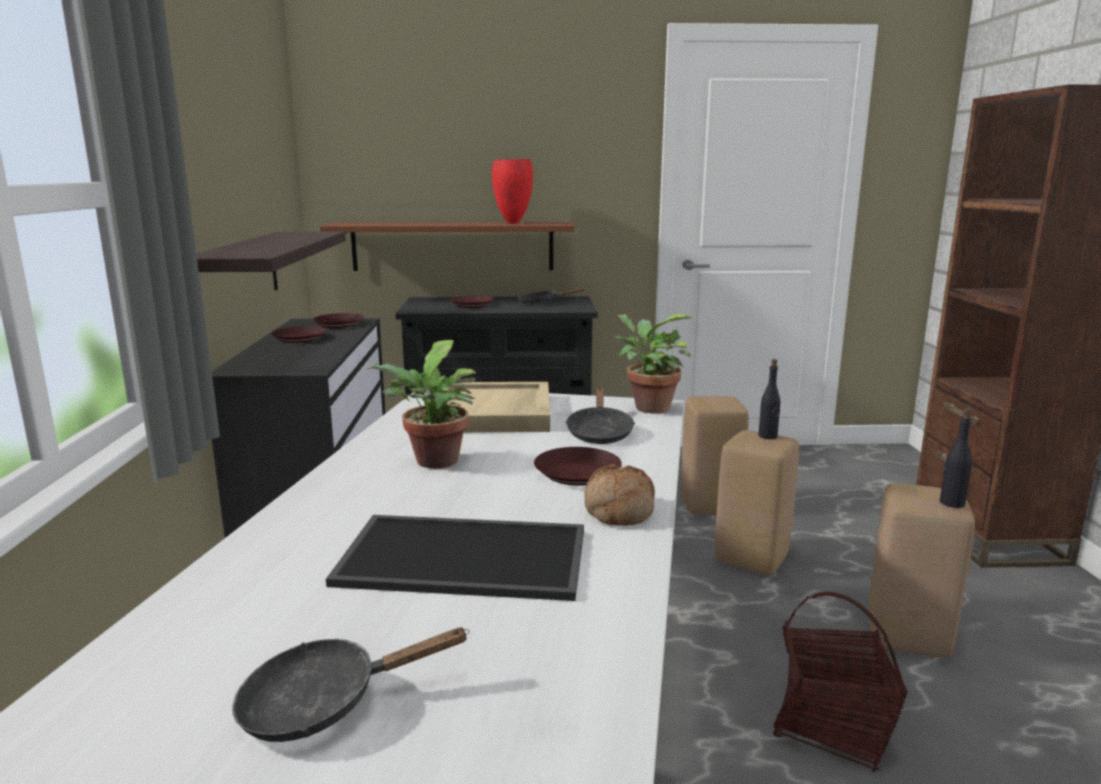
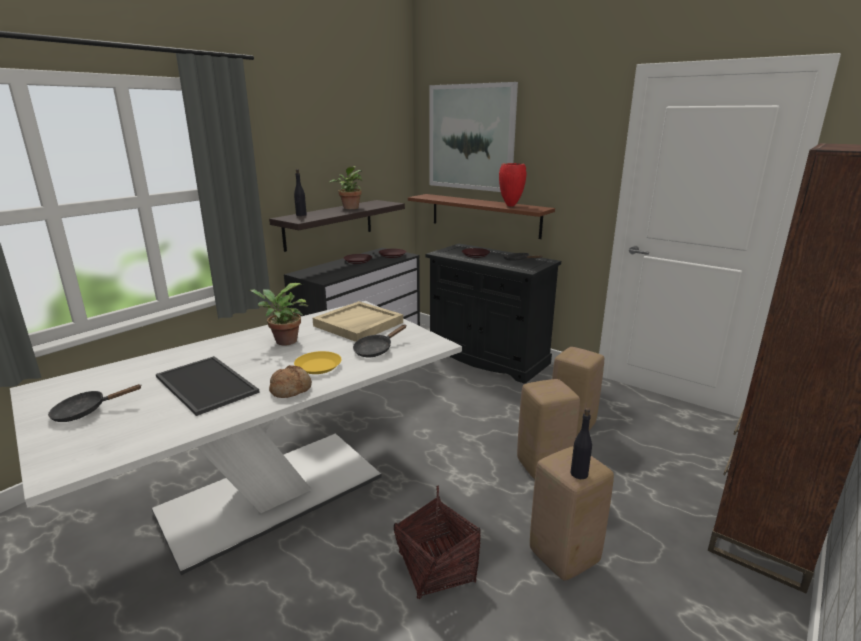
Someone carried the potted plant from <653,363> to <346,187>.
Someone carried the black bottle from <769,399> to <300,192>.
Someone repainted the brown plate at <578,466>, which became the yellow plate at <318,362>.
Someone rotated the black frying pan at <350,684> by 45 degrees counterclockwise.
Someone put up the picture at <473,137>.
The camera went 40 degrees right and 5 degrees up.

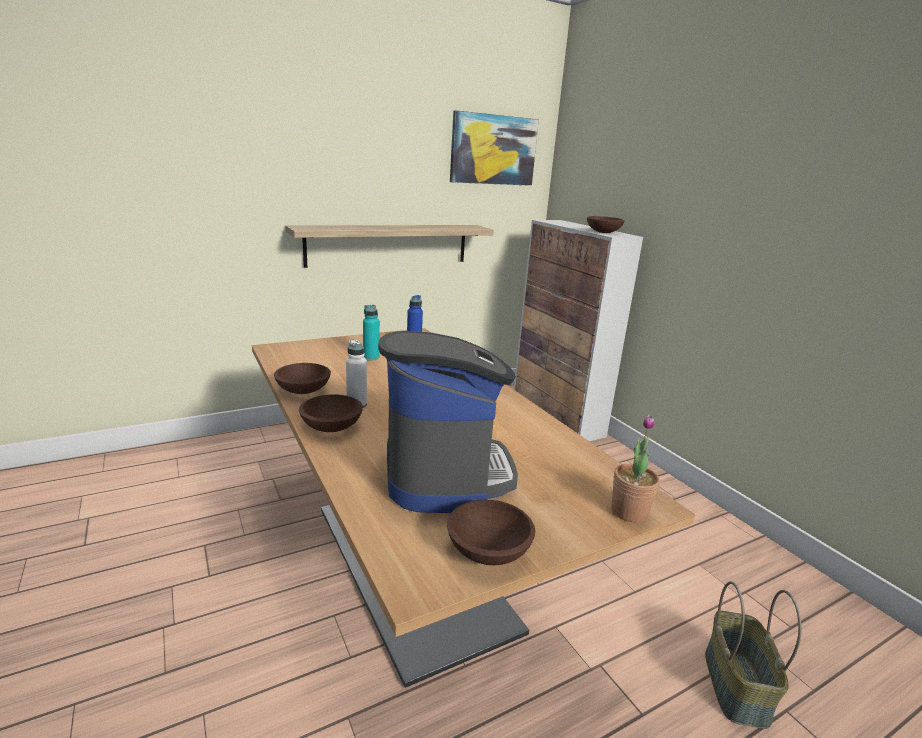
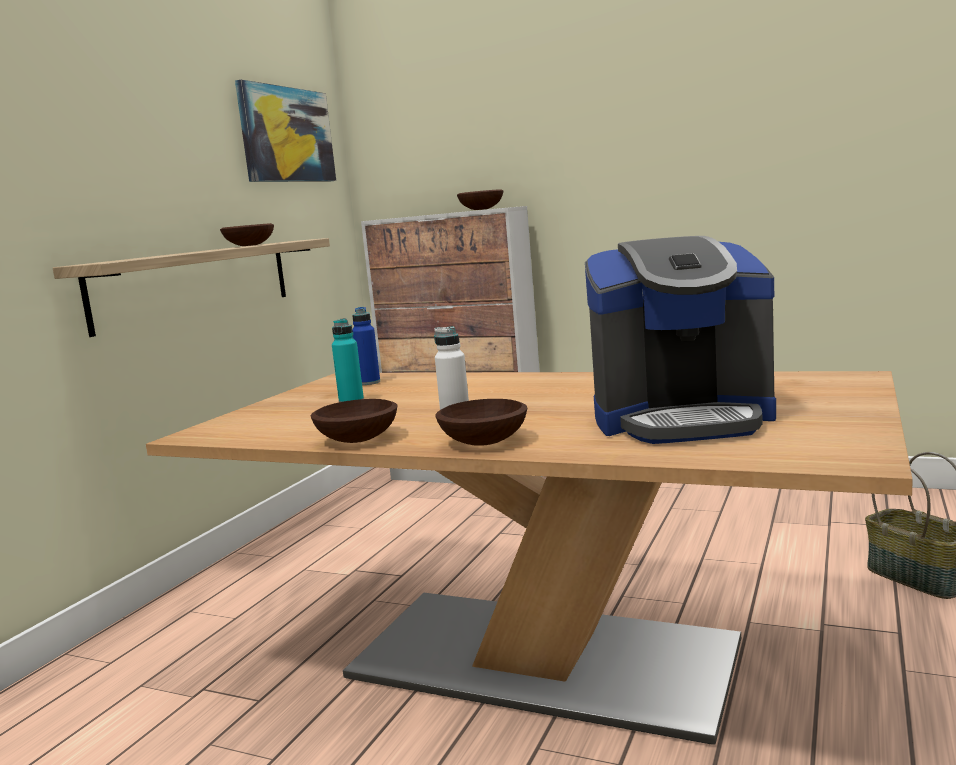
Someone rotated the coffee machine at <448,422> by 135 degrees clockwise.
Someone took away the potted plant at <635,468>.
Someone carried the brown bowl from <491,532> to <247,234>.
The camera went 35 degrees left and 10 degrees down.

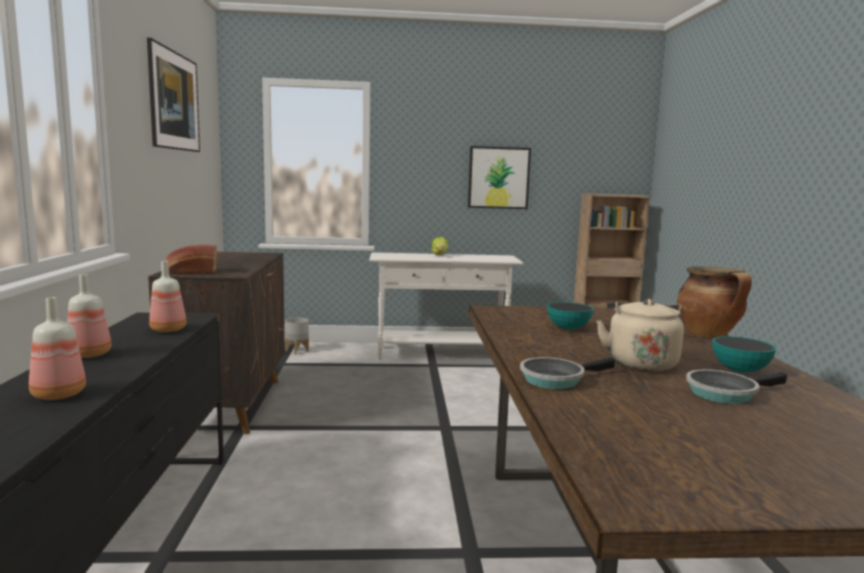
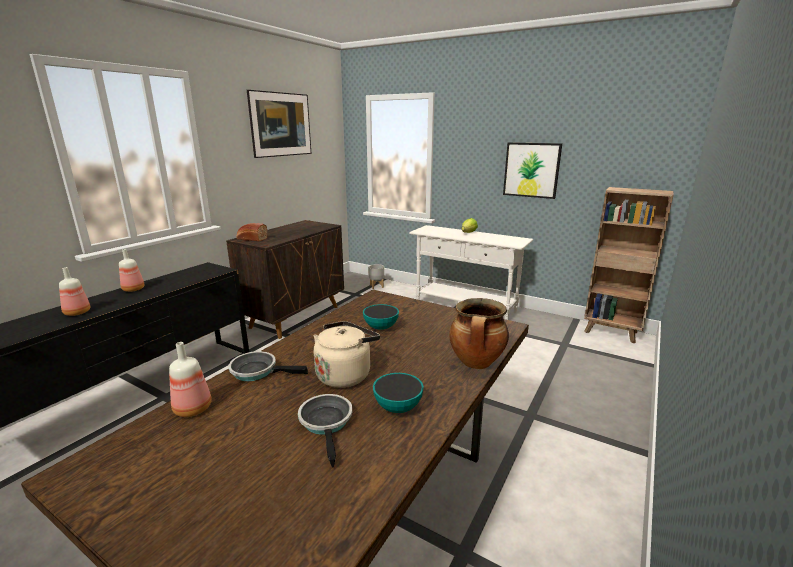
Someone carried the bottle from <167,296> to <190,379>.
Someone rotated the frying pan at <736,386> by 60 degrees clockwise.
The camera went 35 degrees right and 10 degrees up.

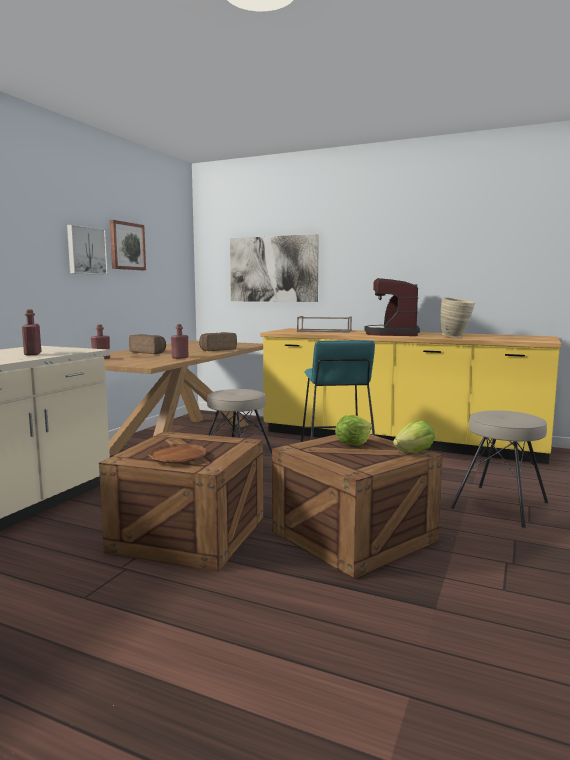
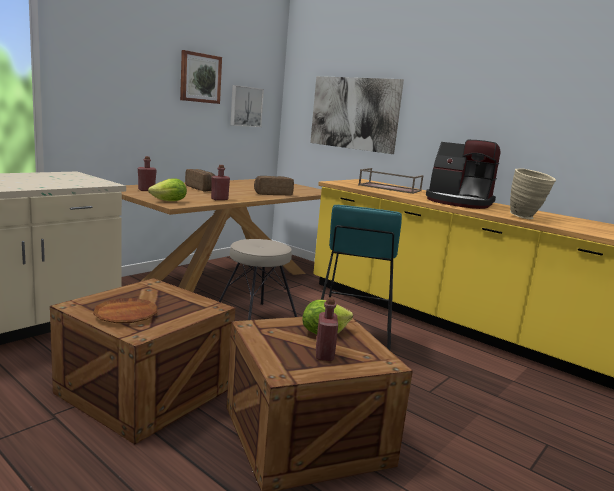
Someone carried the picture from <87,250> to <247,106>.
Someone rotated the coffee machine at <392,307> by 90 degrees counterclockwise.
Someone carried the red bottle from <31,332> to <327,329>.
Someone took away the beige stool at <499,469>.
Someone carried the lettuce from <414,436> to <167,189>.
The camera went 15 degrees right and 5 degrees up.

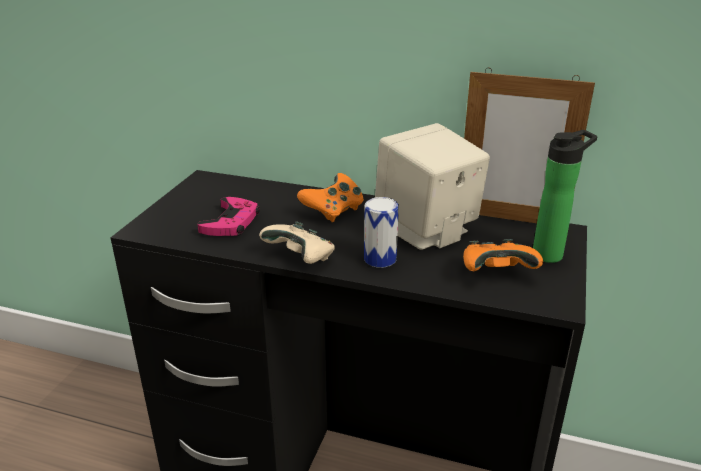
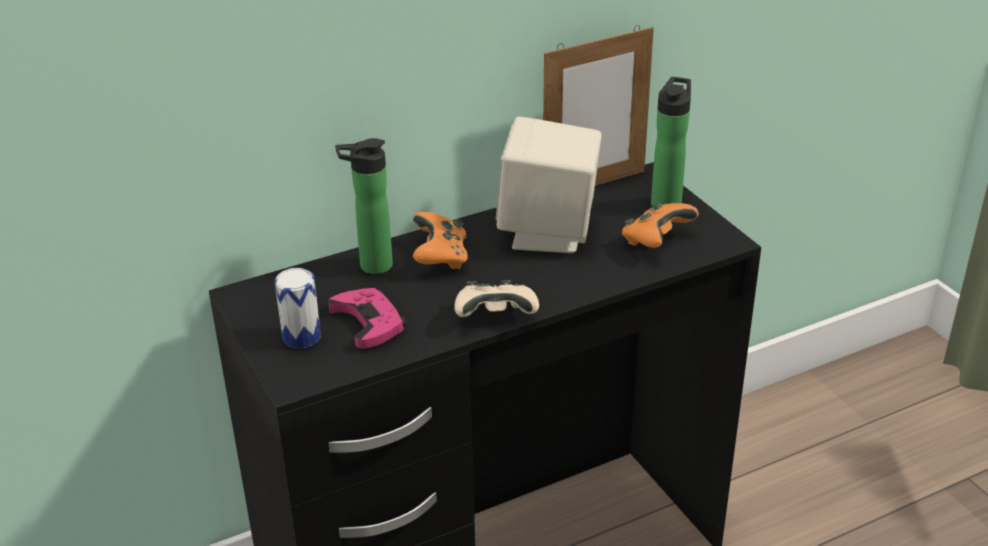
Someone carried the can from <381,232> to <298,308>.
Someone put down the bottle at <364,206>.
The camera went 45 degrees left and 5 degrees up.

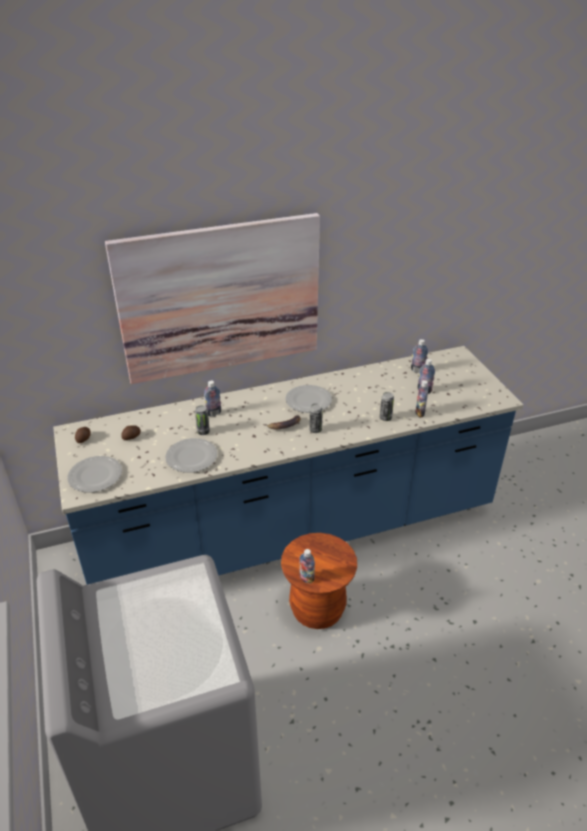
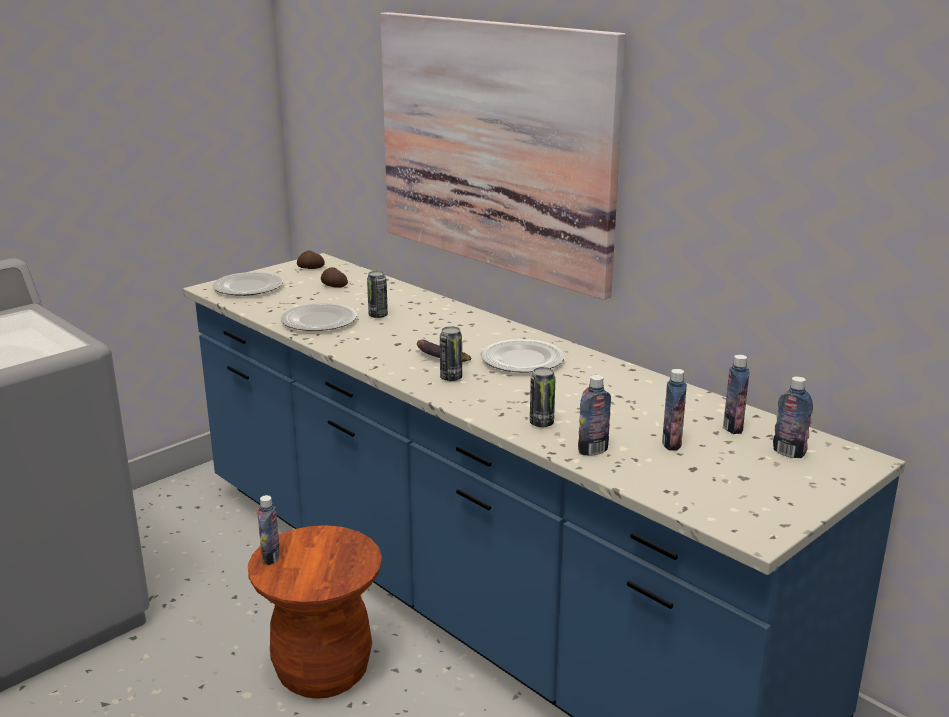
Someone carried the bottle from <212,398> to <793,417>.
The camera went 65 degrees right and 15 degrees down.

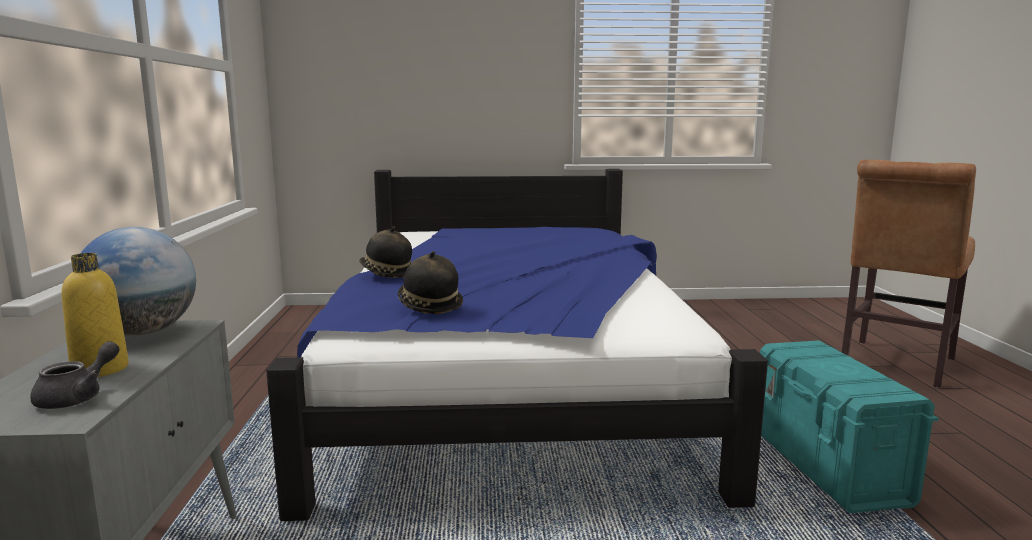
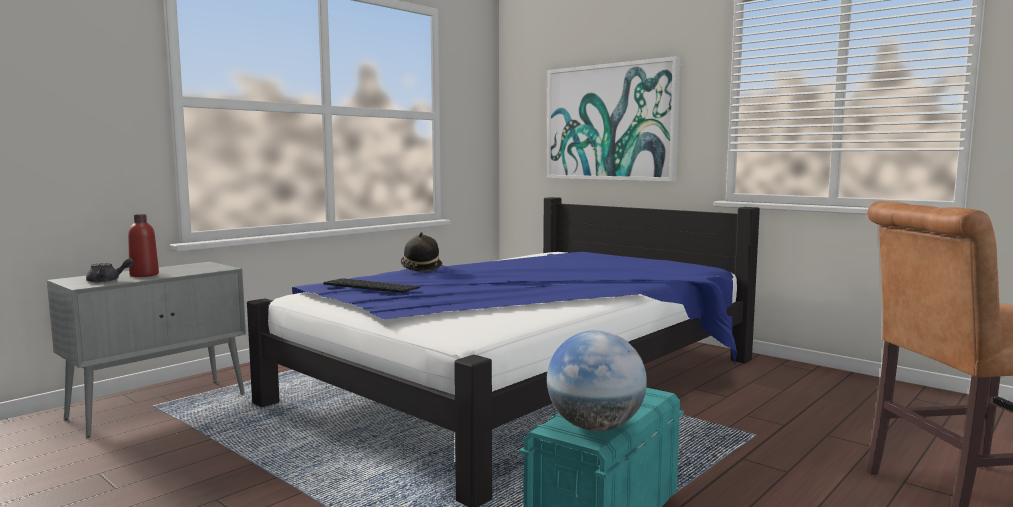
Someone carried the globe from <138,281> to <597,380>.
Someone swapped the hat at <430,282> for the keyboard at <372,285>.
Someone repainted the yellow bottle at <95,315>, which became the red bottle at <143,245>.
Someone put up the picture at <613,118>.
The camera went 45 degrees right and 5 degrees down.

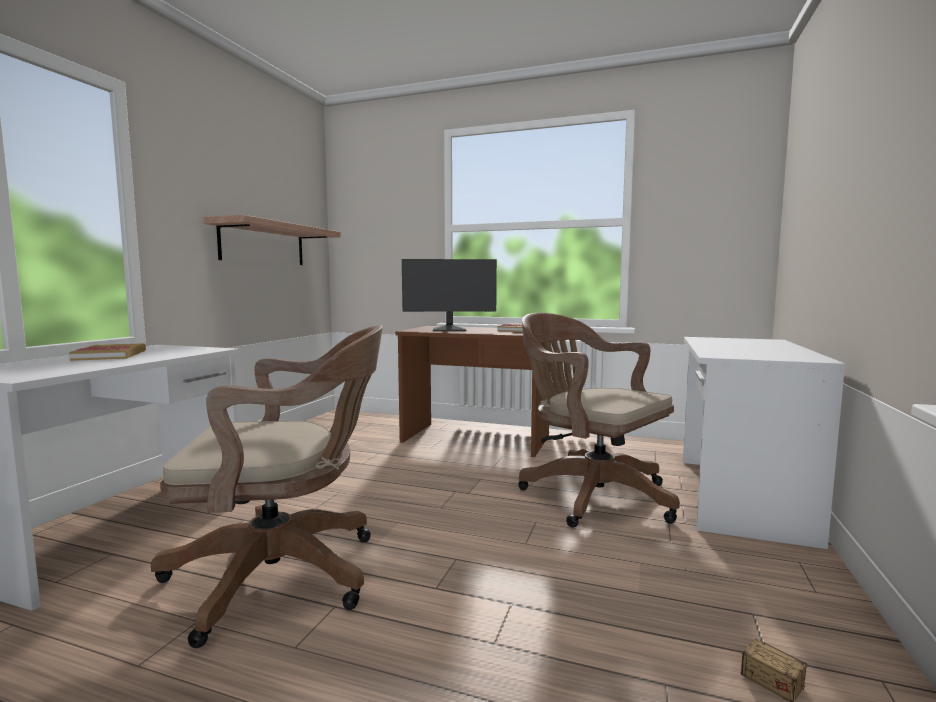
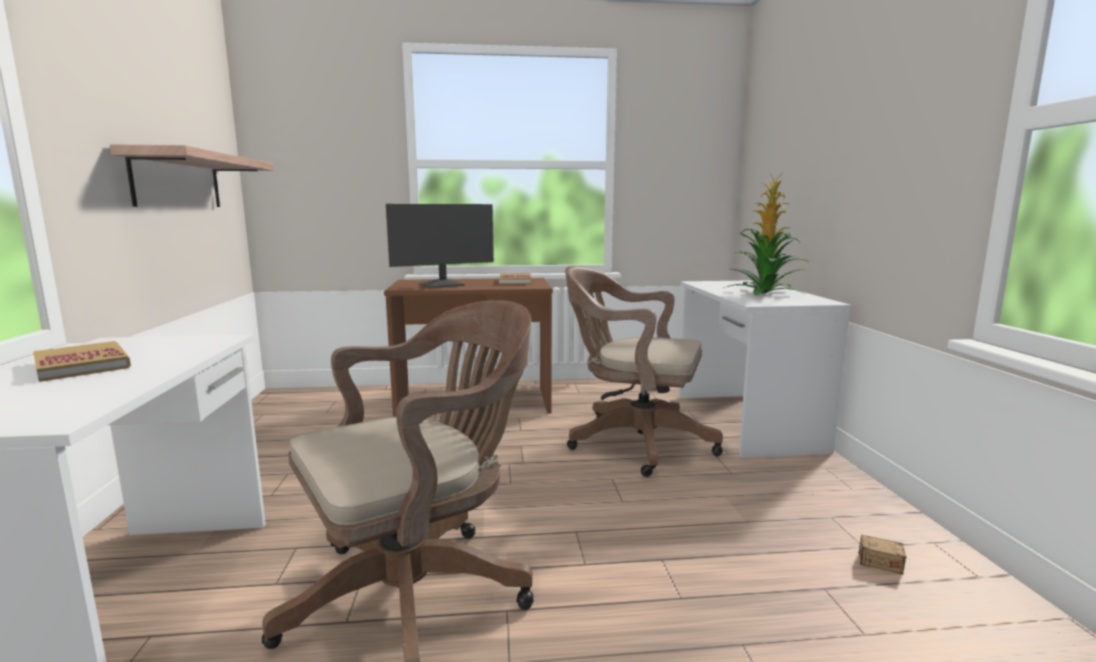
Someone put down the potted plant at <766,234>.
The camera went 25 degrees left and 5 degrees up.

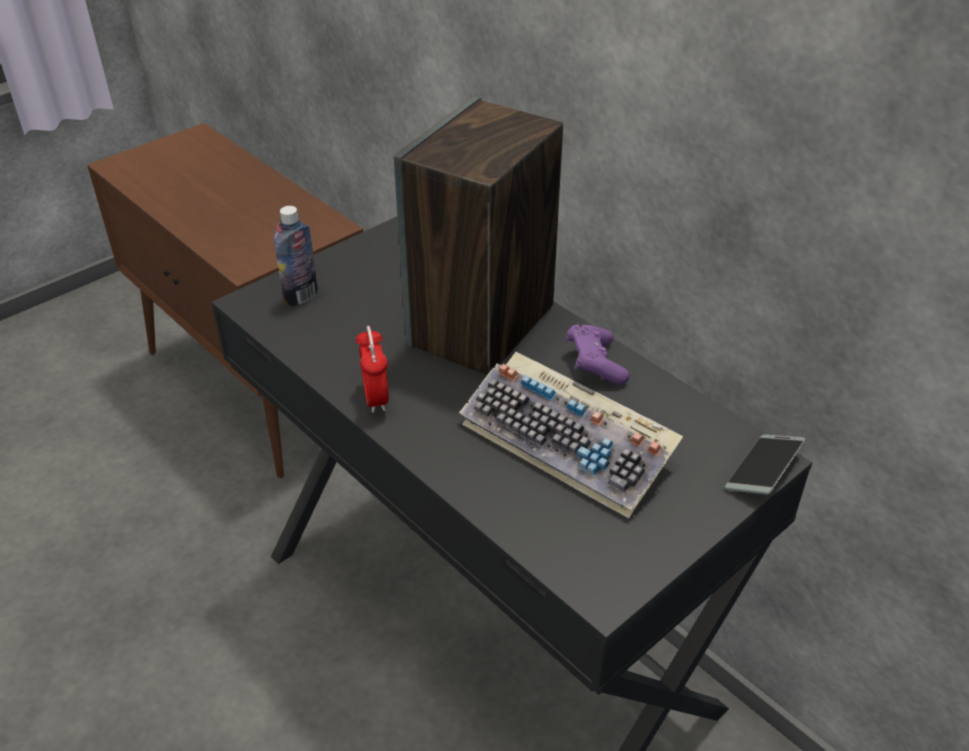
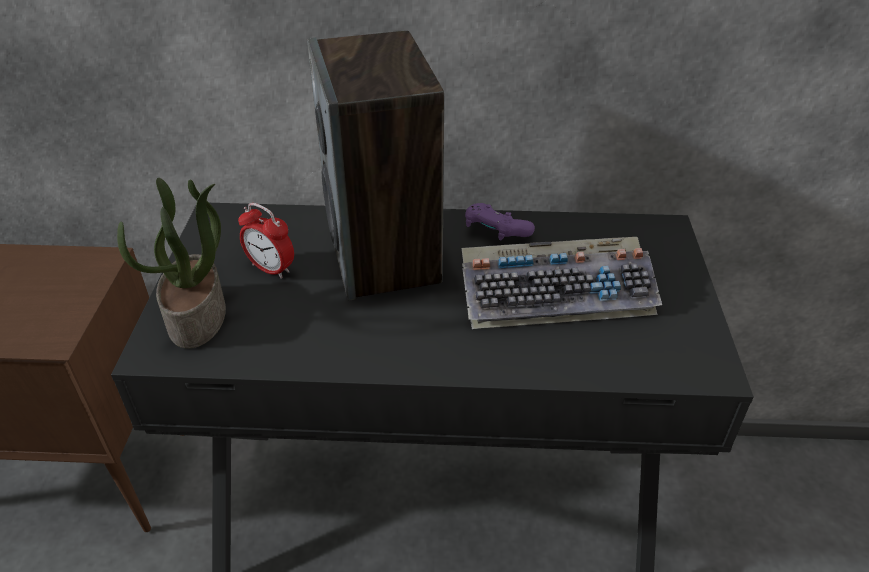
Someone swapped the bottle at <296,256> for the potted plant at <171,263>.
Someone carried the alarm clock from <372,369> to <266,241>.
Someone took away the phone at <765,464>.
The camera went 45 degrees left and 0 degrees up.

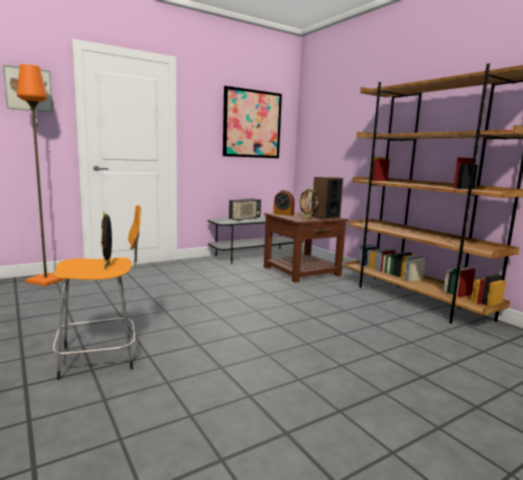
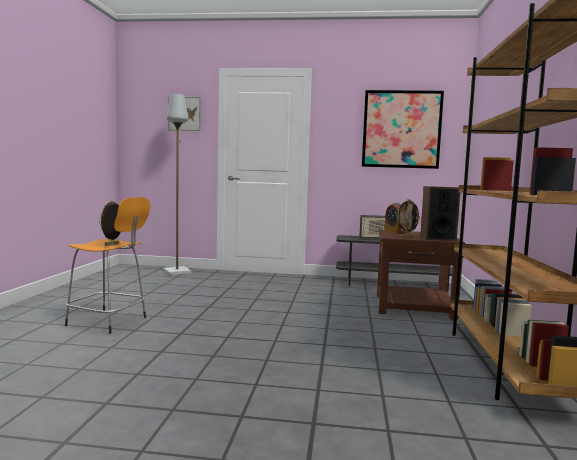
Someone repainted the orange floor lamp at <41,175>, which became the grey floor lamp at <177,184>.
The camera went 40 degrees right and 5 degrees down.

